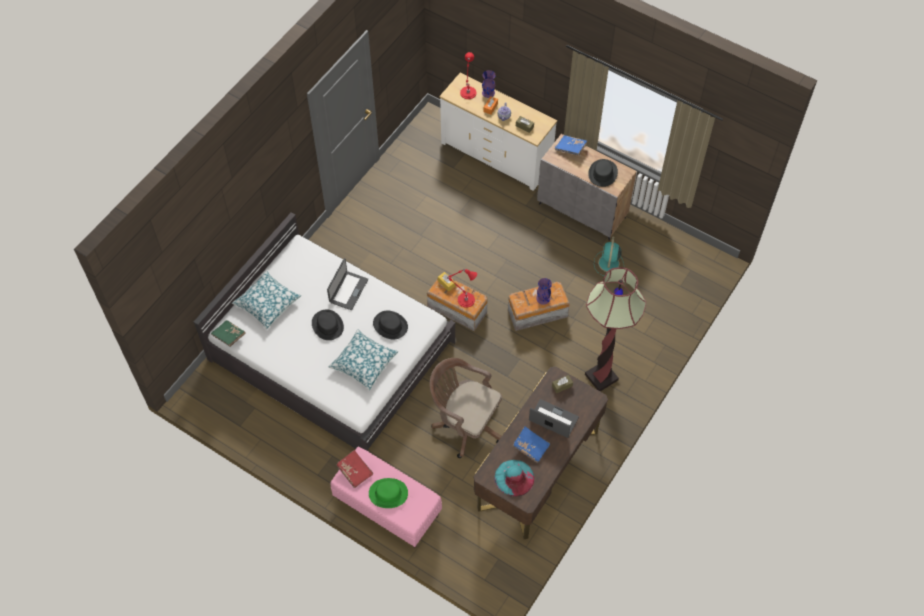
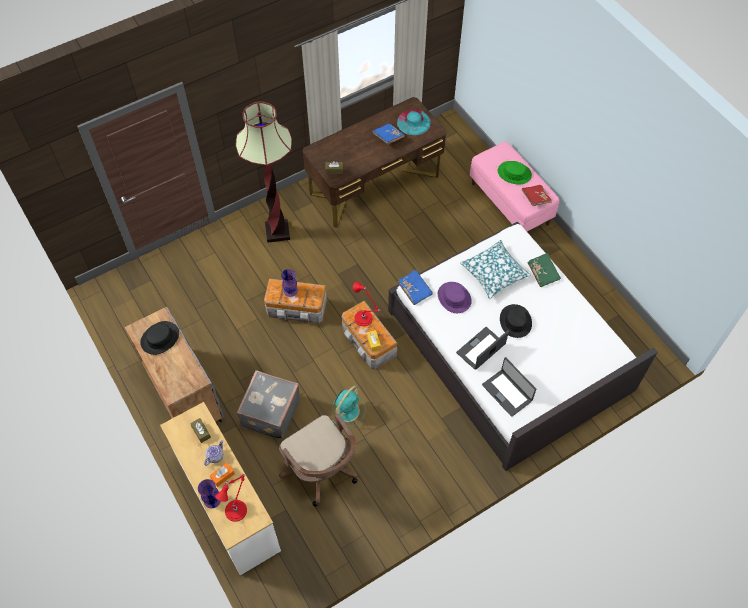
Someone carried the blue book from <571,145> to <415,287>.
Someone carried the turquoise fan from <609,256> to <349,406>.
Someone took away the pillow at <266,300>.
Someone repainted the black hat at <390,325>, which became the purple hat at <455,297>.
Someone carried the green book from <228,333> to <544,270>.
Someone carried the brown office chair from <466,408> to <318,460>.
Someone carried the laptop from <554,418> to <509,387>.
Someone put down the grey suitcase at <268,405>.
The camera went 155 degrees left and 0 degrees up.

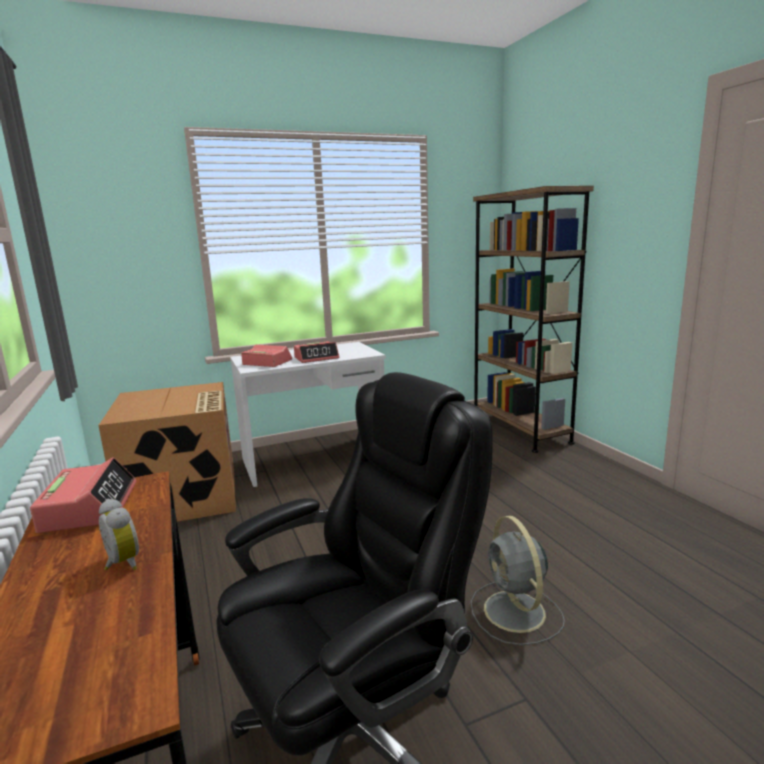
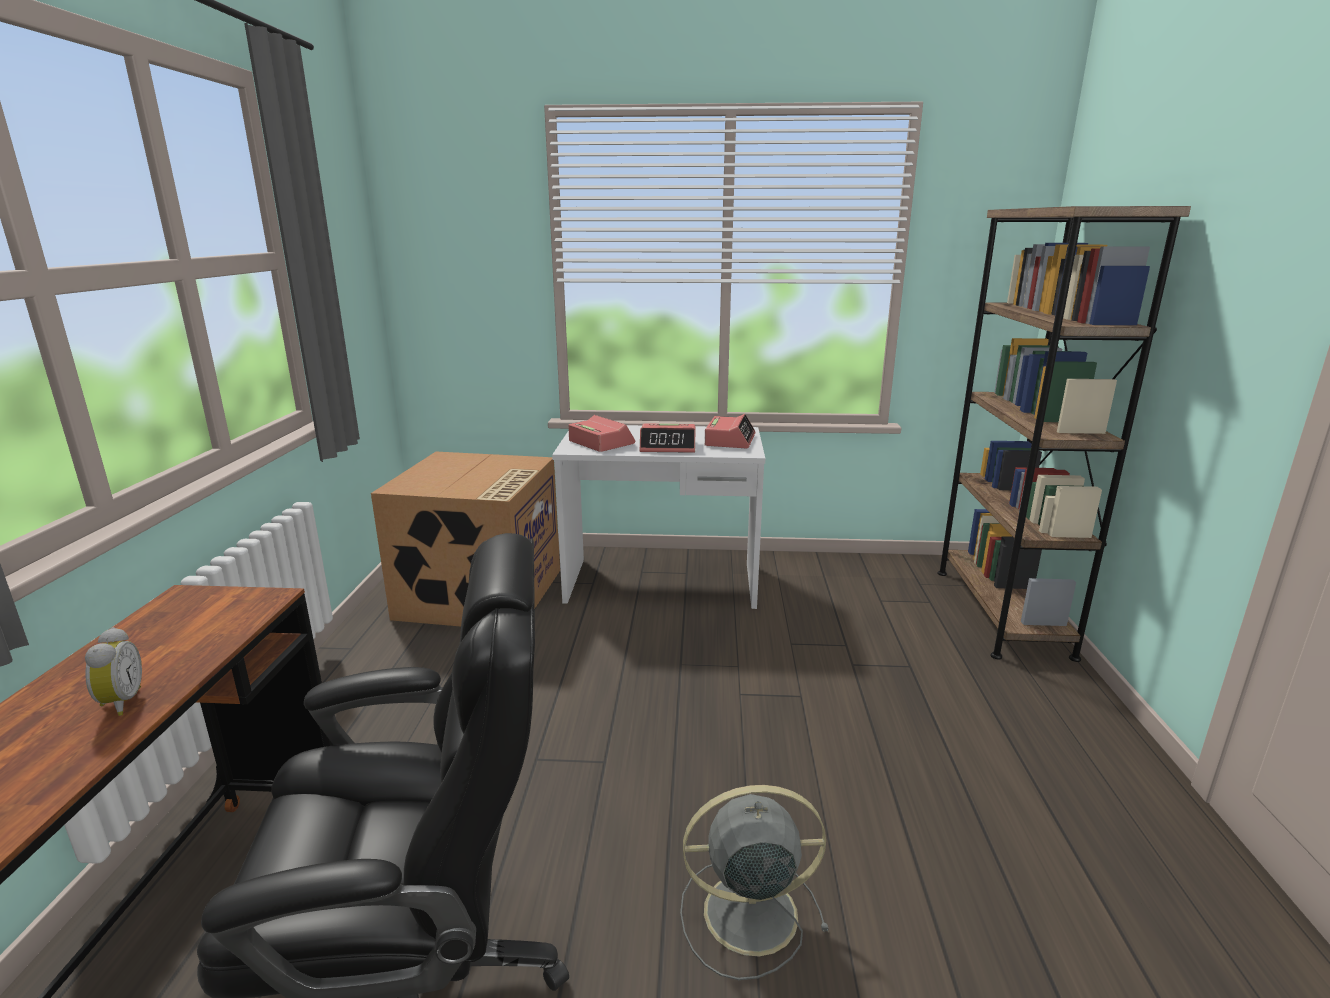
Someone carried the alarm clock from <83,495> to <730,431>.
Someone rotated the grey fan at <518,580> by 75 degrees clockwise.
The camera went 25 degrees right and 5 degrees up.

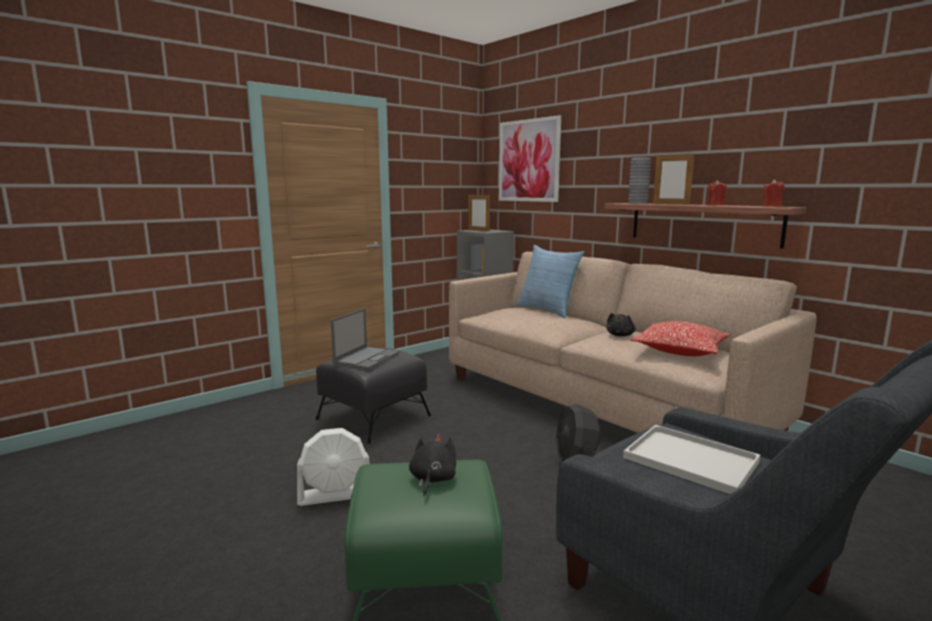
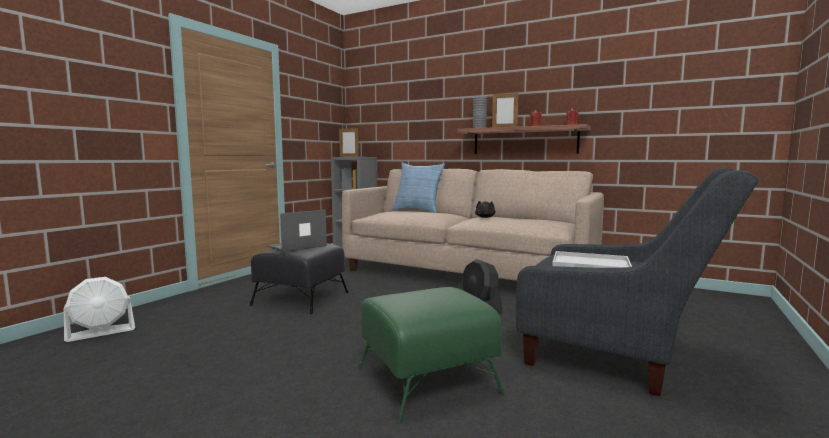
Someone took away the picture at <530,158>.
Someone rotated the laptop at <365,338> by 135 degrees counterclockwise.
Someone took away the pillow at <681,338>.
Someone carried the white fan from <333,467> to <99,309>.
Someone took away the black plush toy at <432,465>.
The camera went 20 degrees left and 5 degrees down.

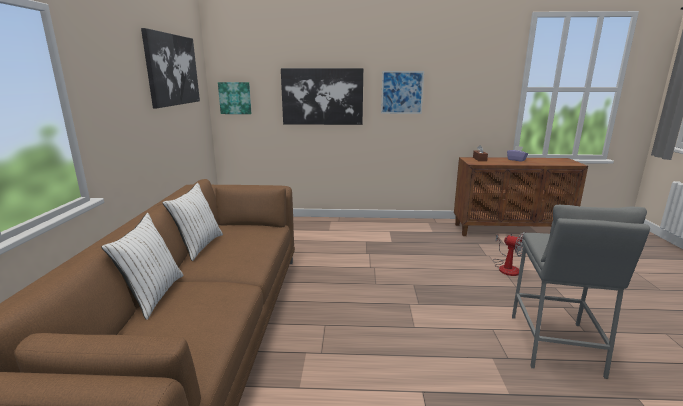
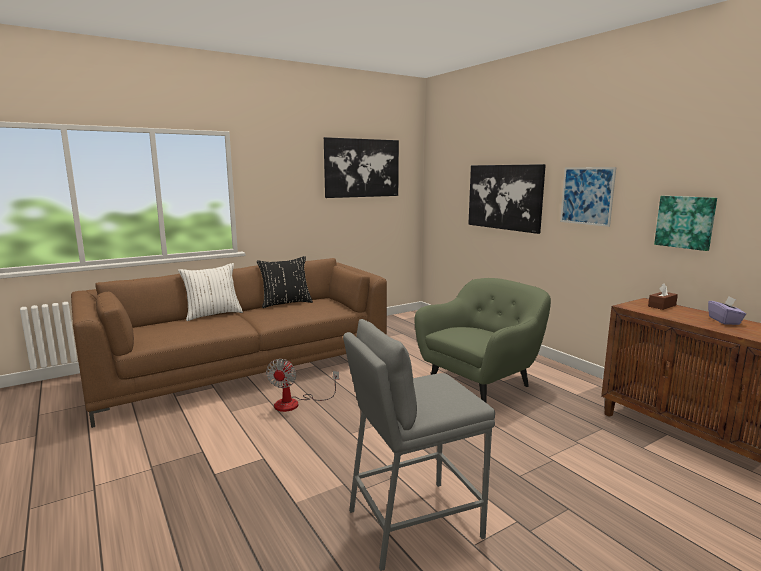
Someone carried the picture from <235,98> to <685,223>.
Someone repainted the white pillow at <192,222>, which became the black pillow at <285,282>.
Someone carried the fan from <510,254> to <302,385>.
Someone put down the green armchair at <482,340>.
The camera went 55 degrees right and 5 degrees down.

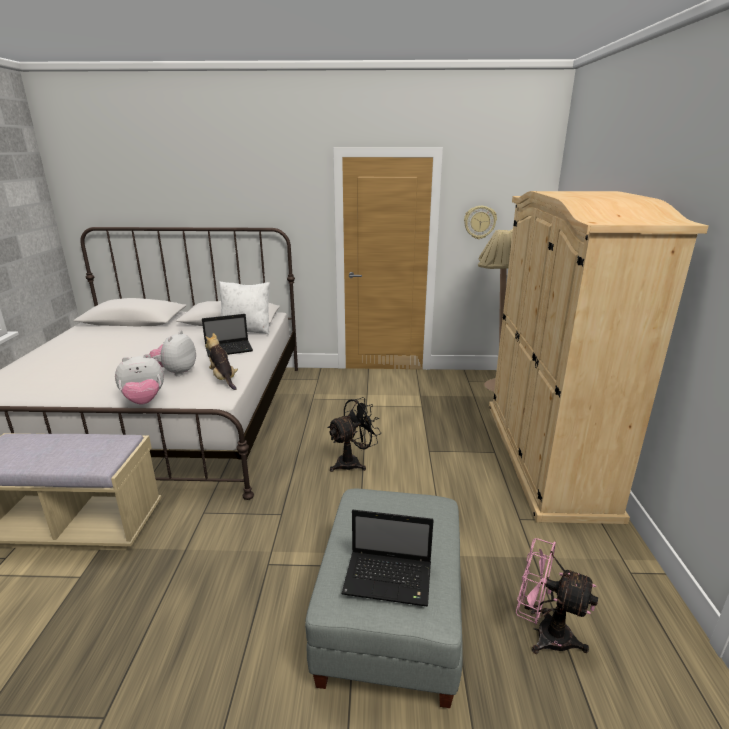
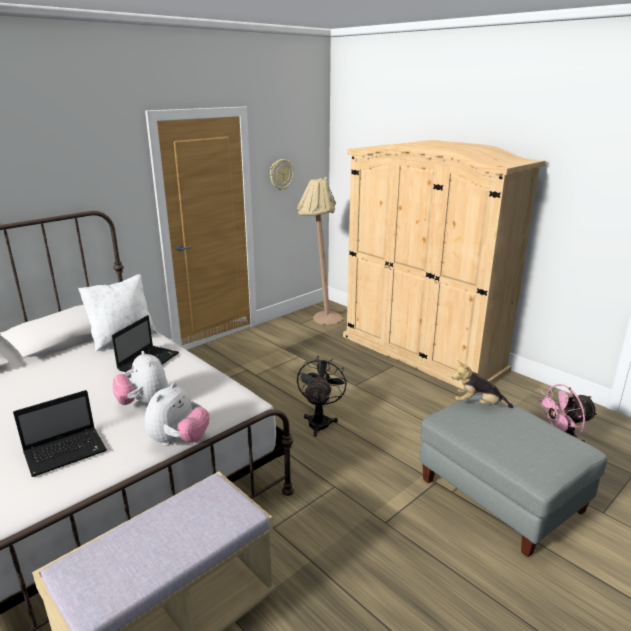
Someone carried the plush toy from <221,361> to <482,384>.
Someone carried the laptop from <387,558> to <60,433>.
The camera went 45 degrees left and 0 degrees up.

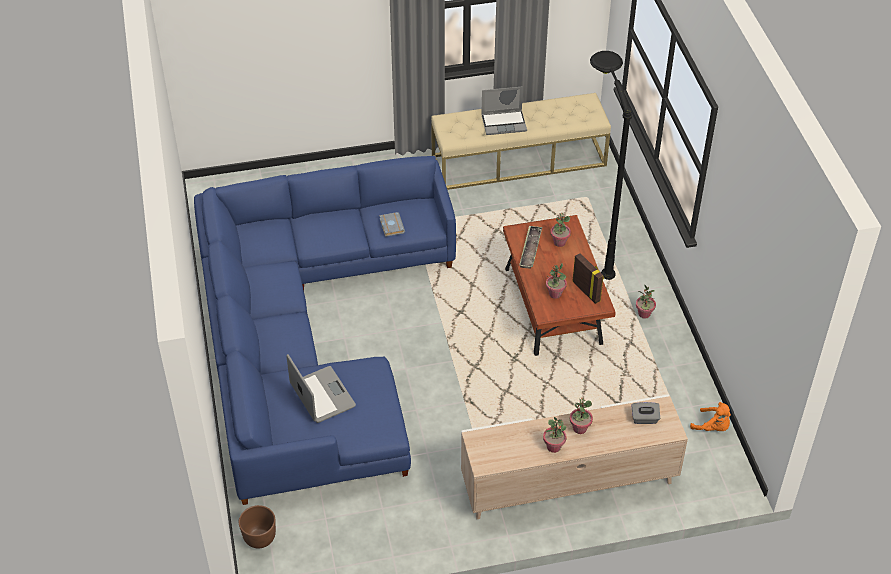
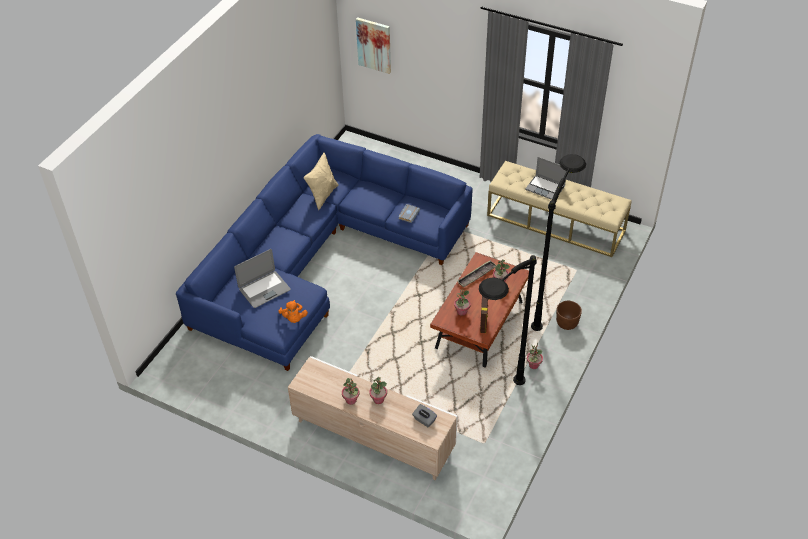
Someone rotated the laptop at <321,388> by 45 degrees clockwise.
Someone carried the orange plush toy from <710,416> to <293,311>.
Someone carried the brown planter from <257,527> to <569,315>.
Someone put up the picture at <373,45>.
Someone put down the beige pillow at <321,181>.
Someone put down the black floor lamp at <508,320>.
The camera went 40 degrees right and 0 degrees up.

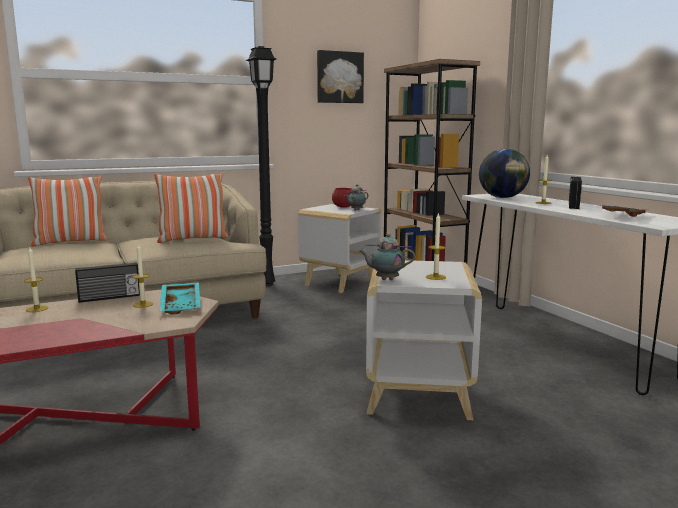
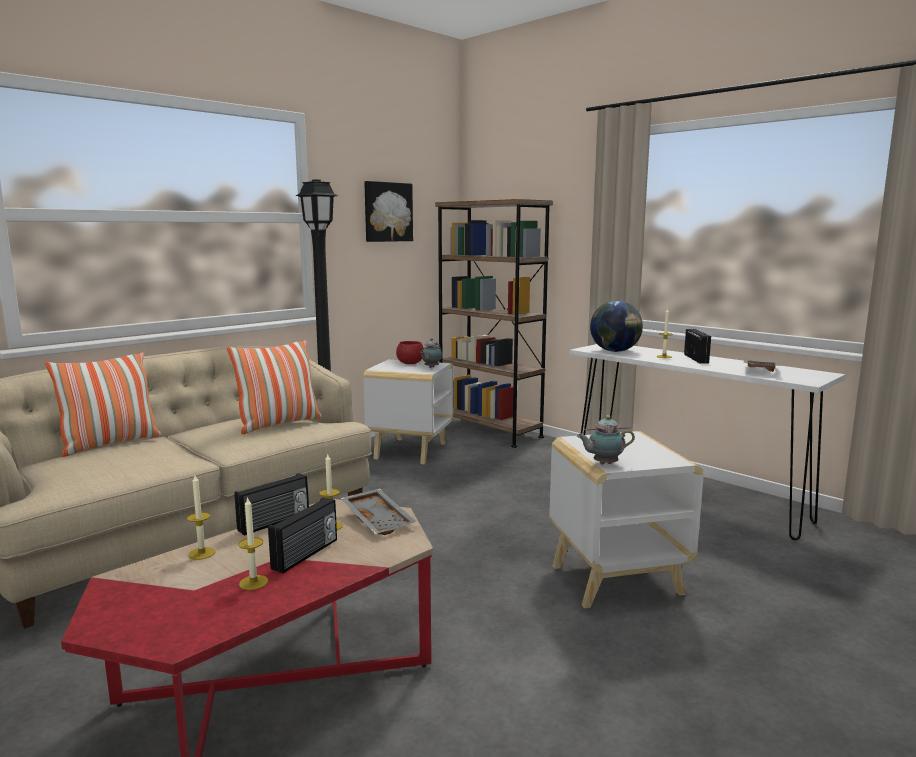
Someone carried the candle from <436,247> to <253,543>.
Someone repainted the turquoise tray at <180,298>, which became the grey tray at <379,511>.
Someone put down the radio at <302,535>.
The camera went 20 degrees left and 0 degrees up.

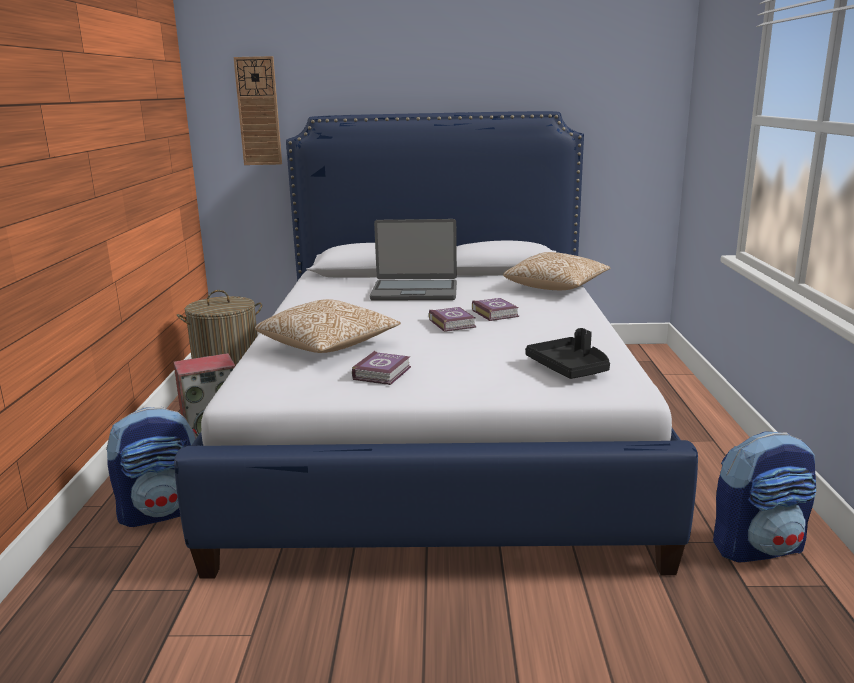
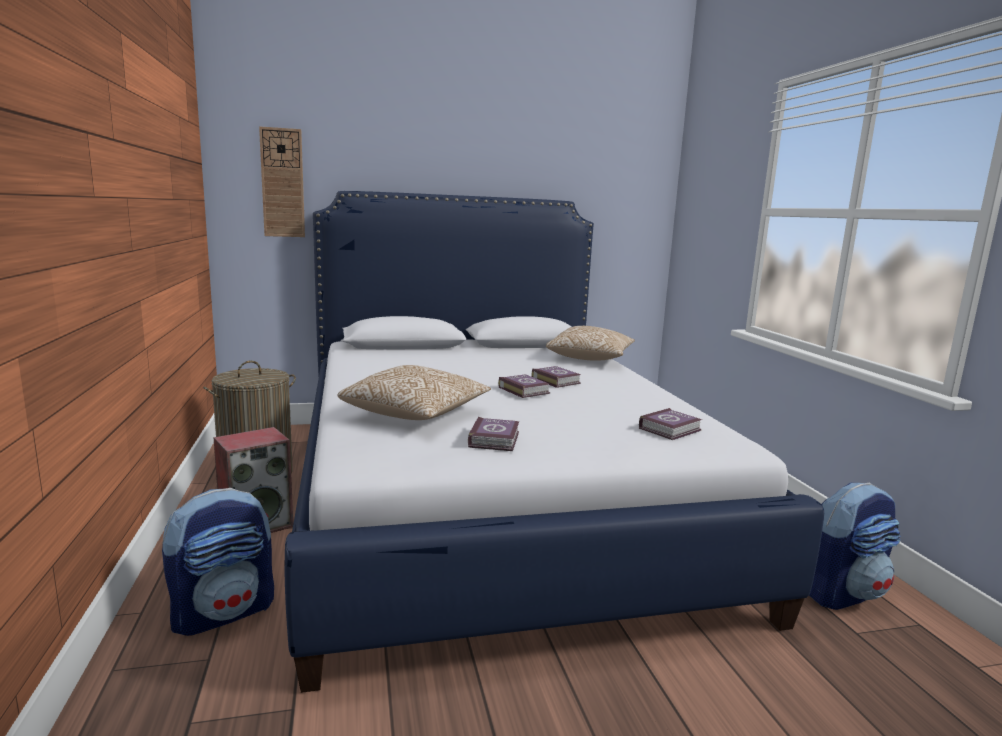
Someone took away the laptop at <413,260>.
Someone swapped the black tray at <567,353> for the book at <670,424>.
The camera went 15 degrees left and 5 degrees down.

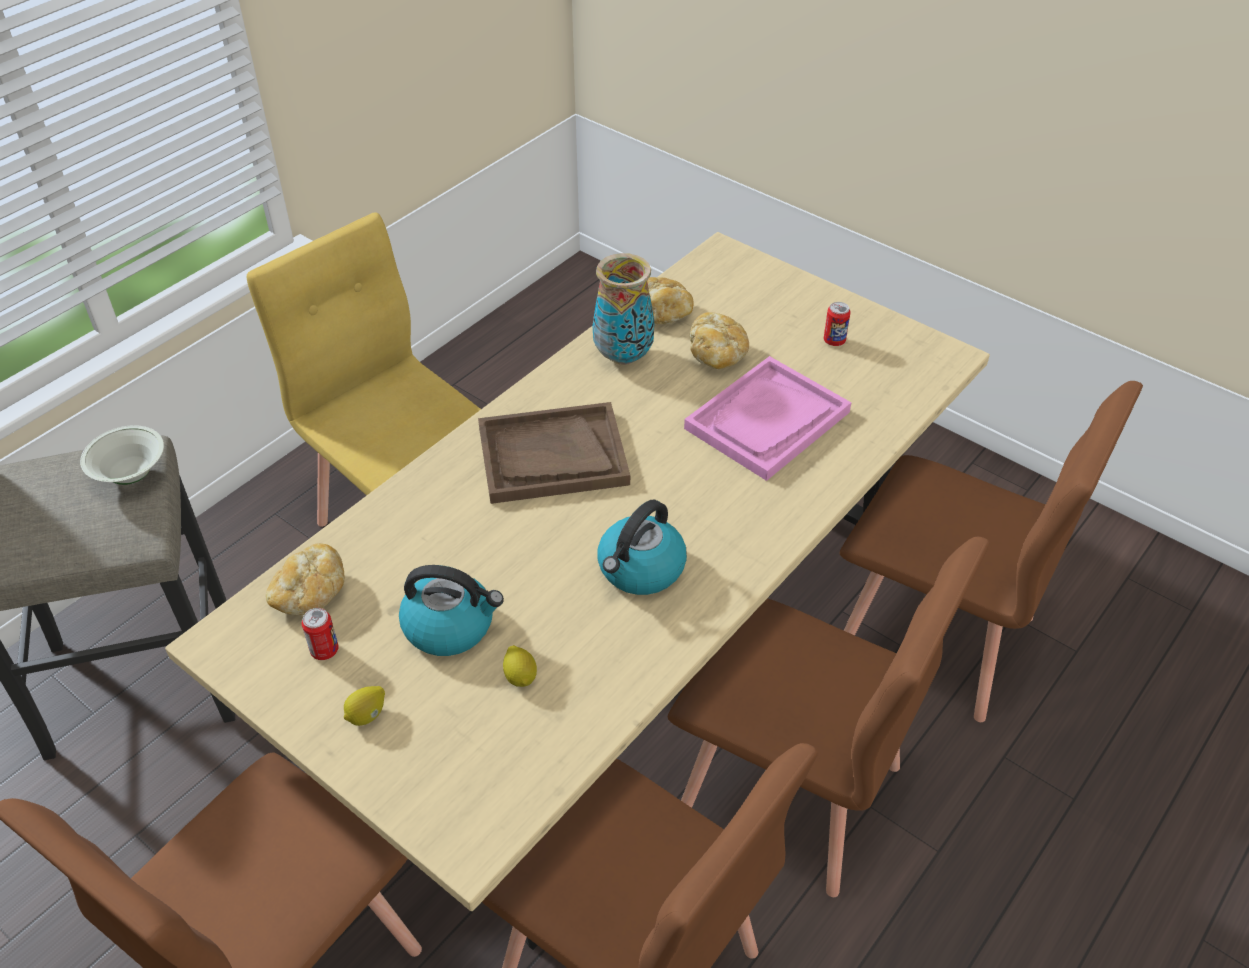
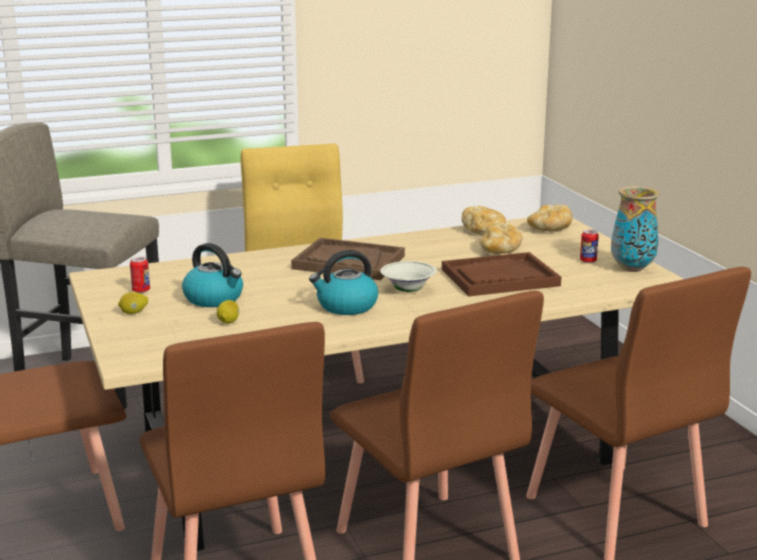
Someone carried the vase from <623,309> to <635,229>.
Someone repainted the pink tray at <767,418>, which became the brown tray at <501,274>.
Someone carried the white bowl from <122,455> to <408,276>.
Someone carried the bread from <305,579> to <549,218>.
The camera went 30 degrees right and 25 degrees down.

